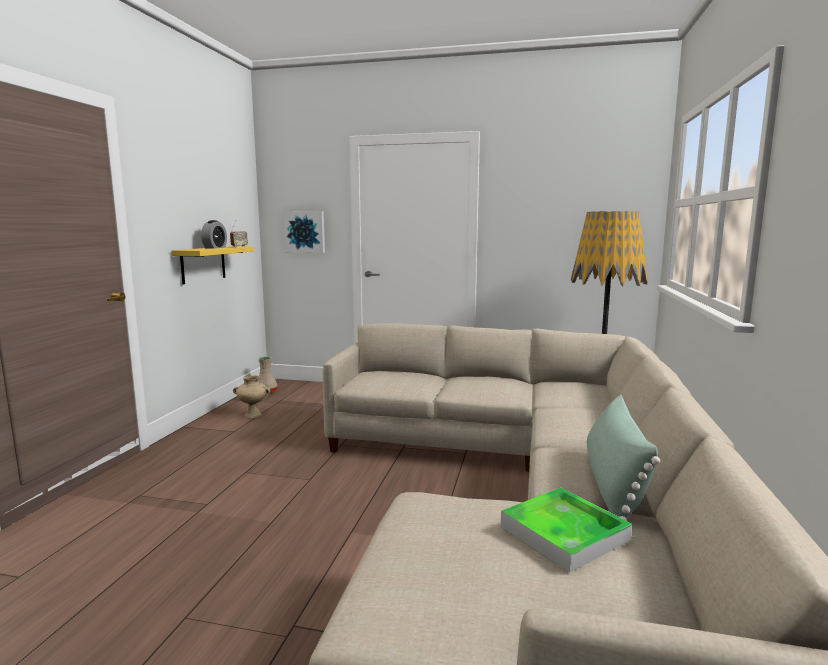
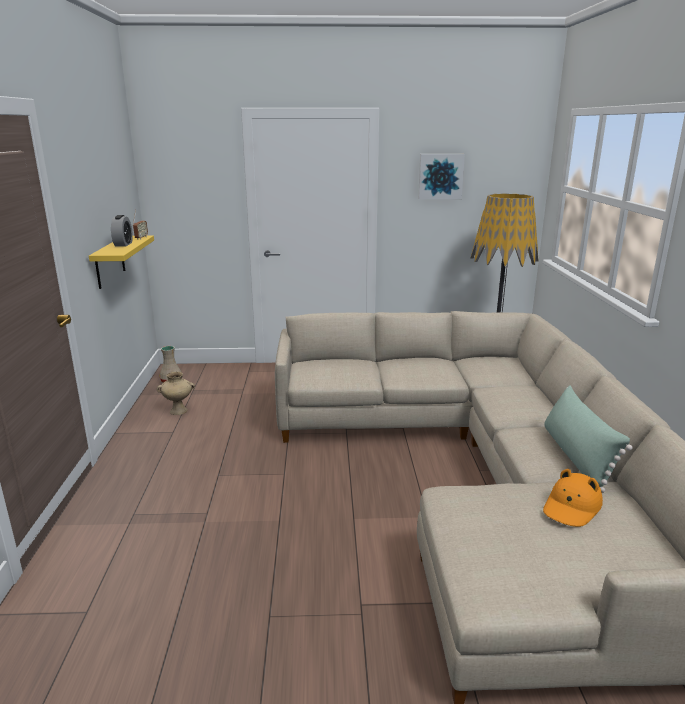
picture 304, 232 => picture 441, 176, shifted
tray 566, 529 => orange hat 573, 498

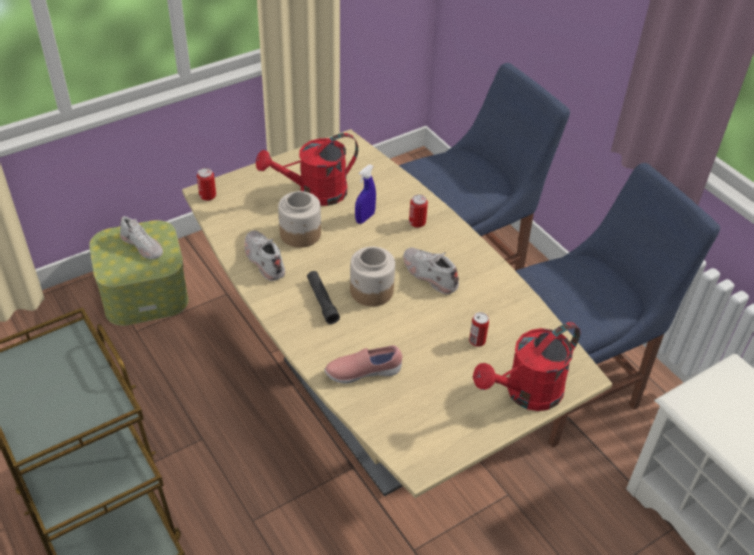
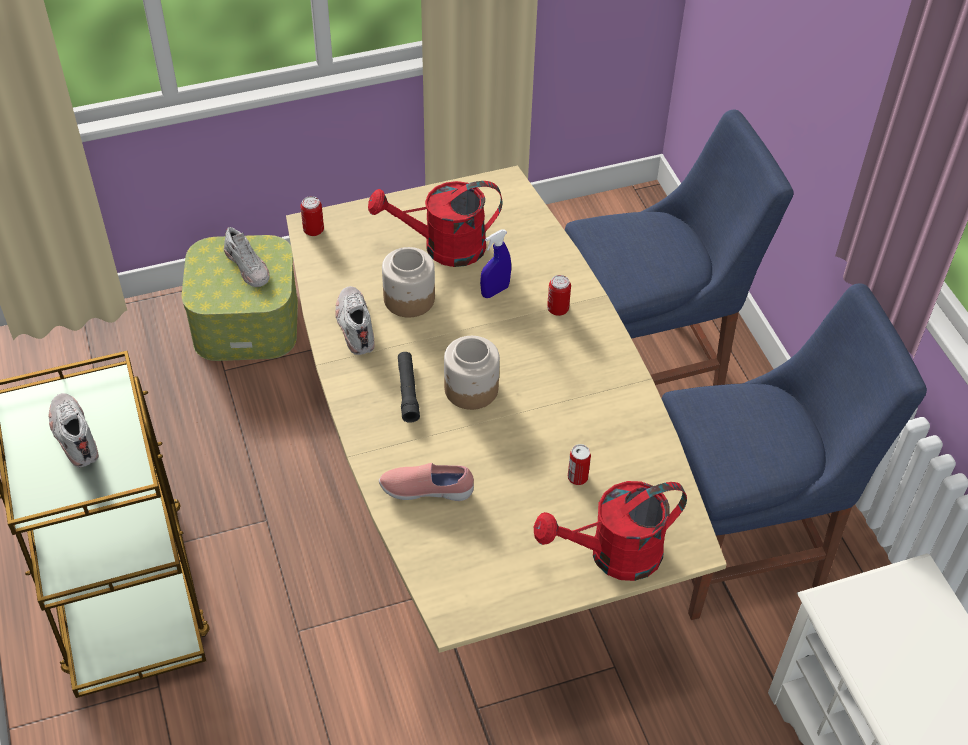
white shoe 431, 271 => white shoe 73, 430, shifted

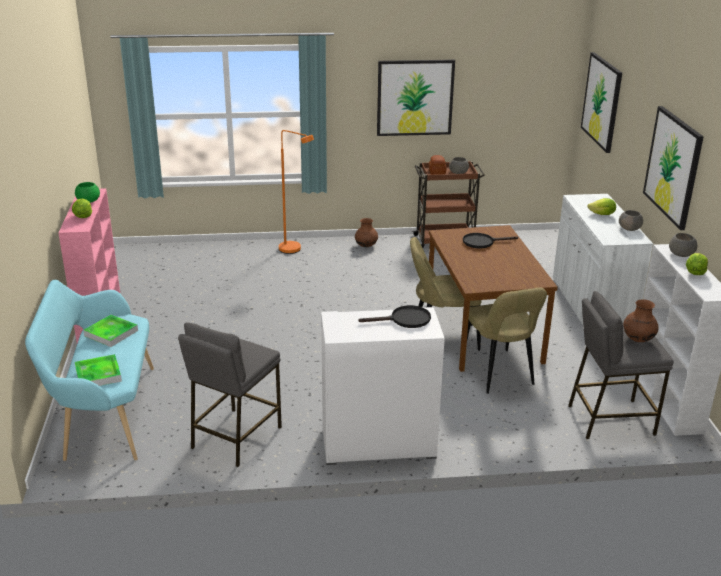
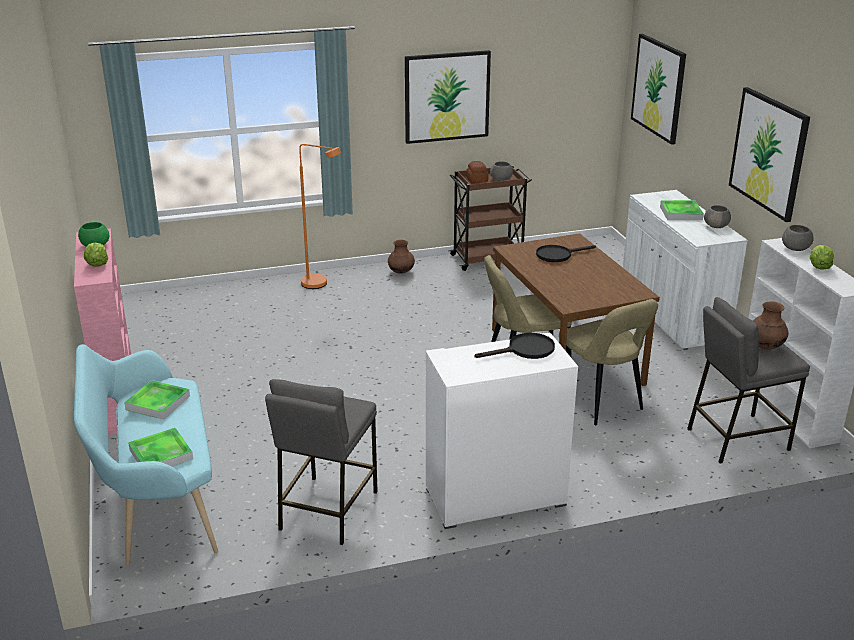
lettuce 601, 206 => tray 682, 210

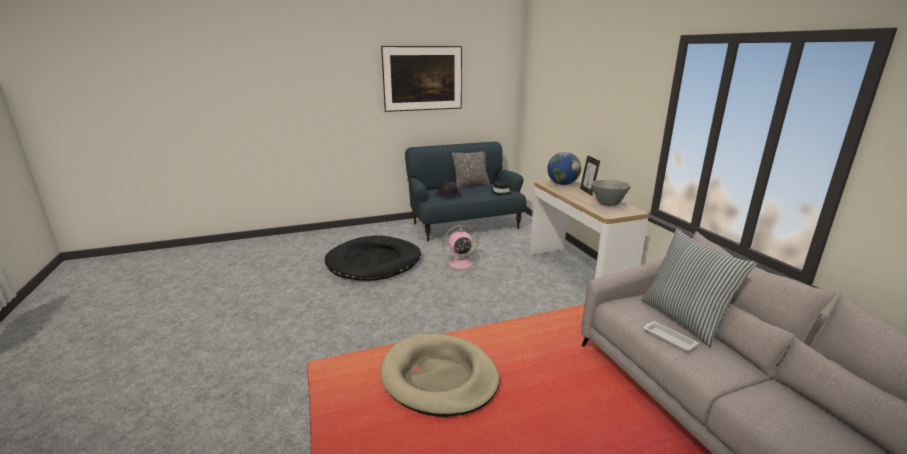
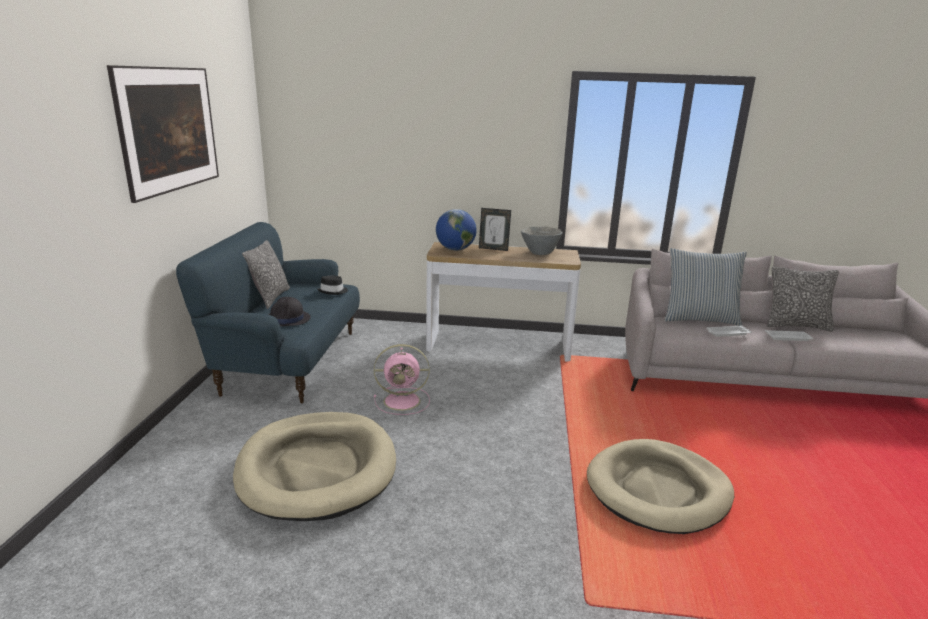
nothing => white tray 789, 335
nothing => pillow 802, 299
black dog bed 373, 258 => beige dog bed 314, 466
pink fan 461, 249 => pink fan 402, 379, 105 degrees counterclockwise

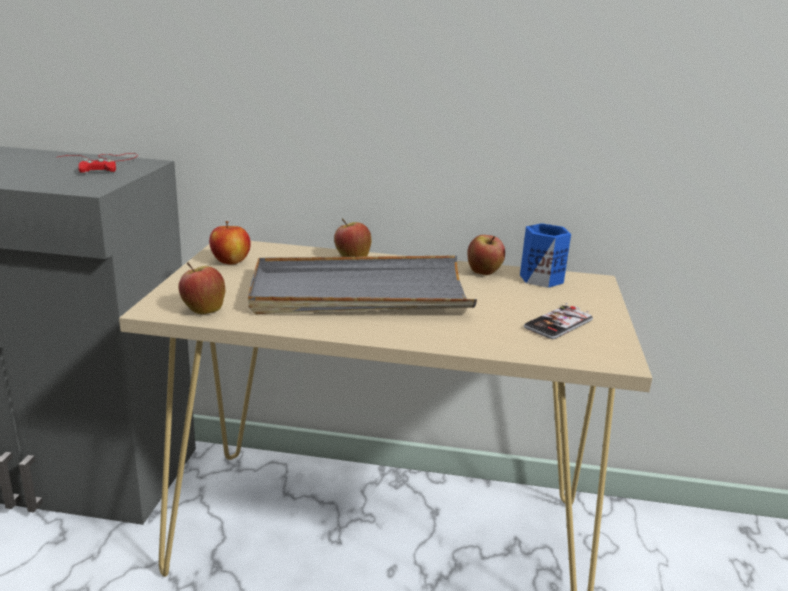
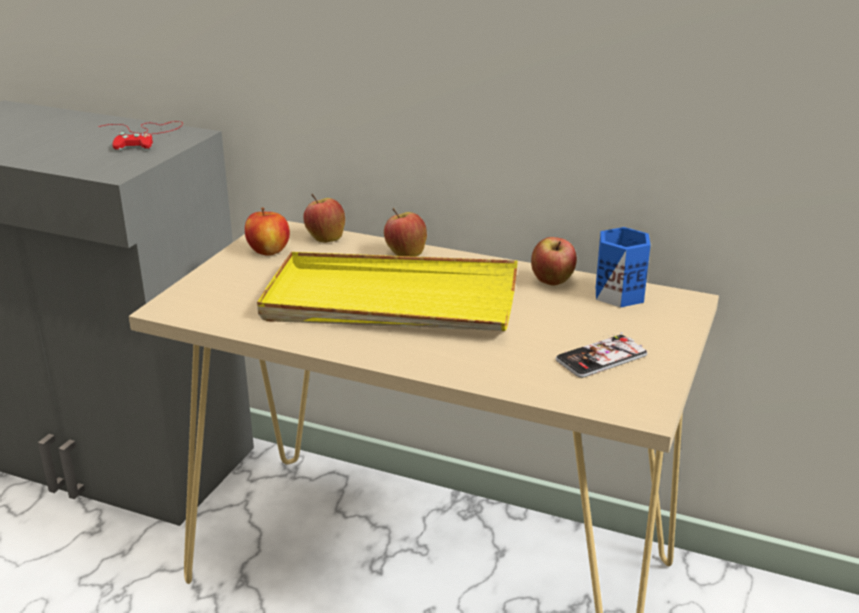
apple 201, 288 => apple 324, 218, shifted
grey tray 362, 285 => yellow tray 387, 291

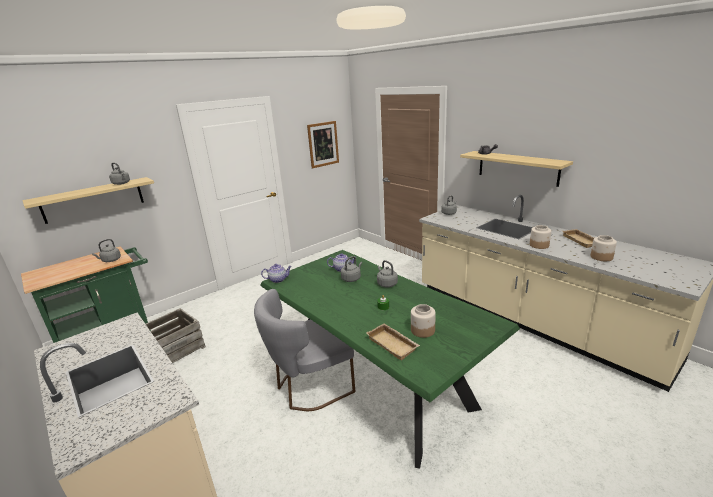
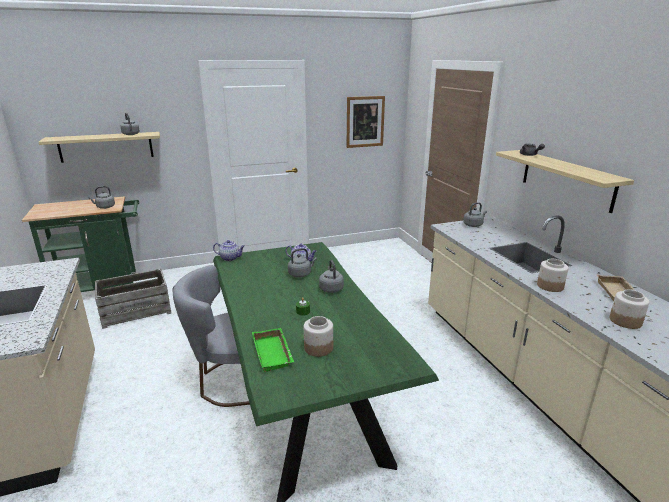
beige tray 393, 342 => green tray 273, 350

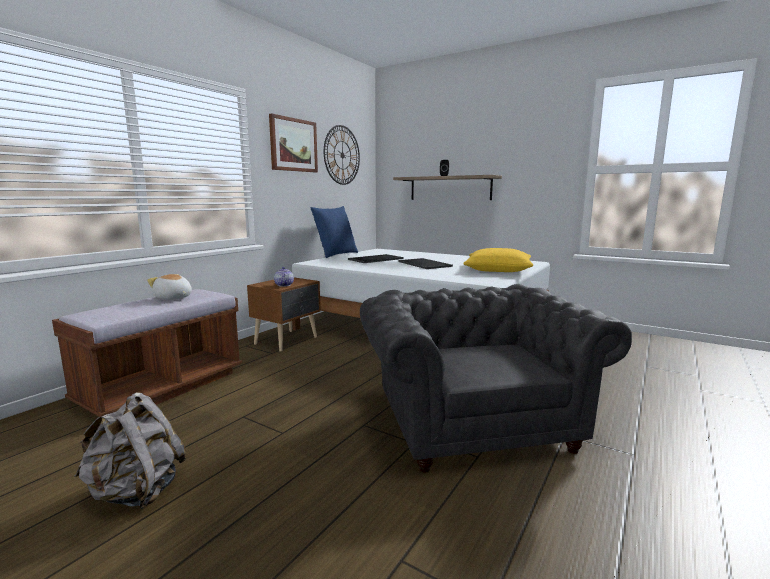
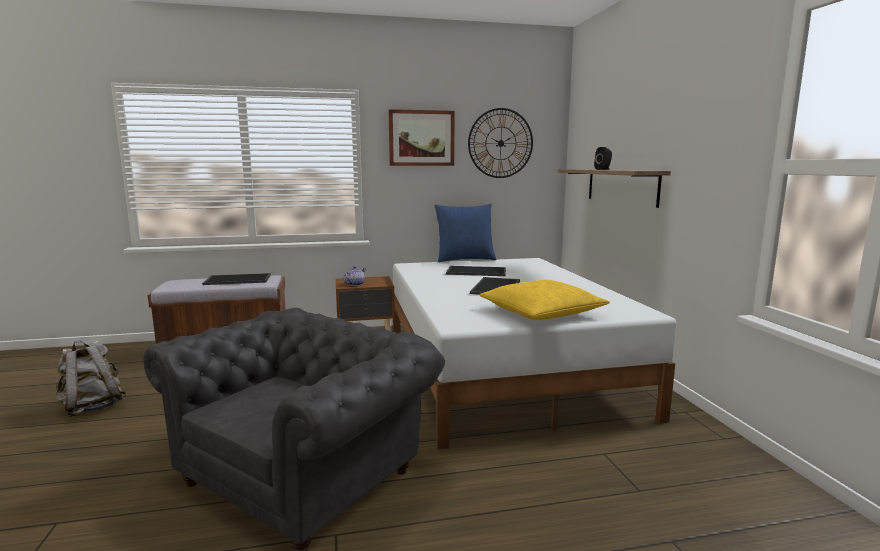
plush toy 169, 287 => tray 236, 279

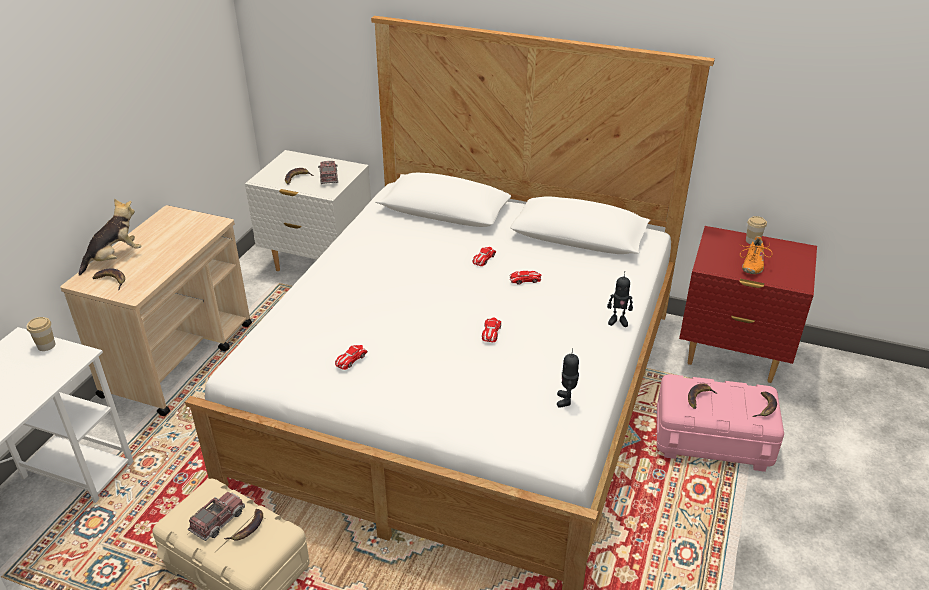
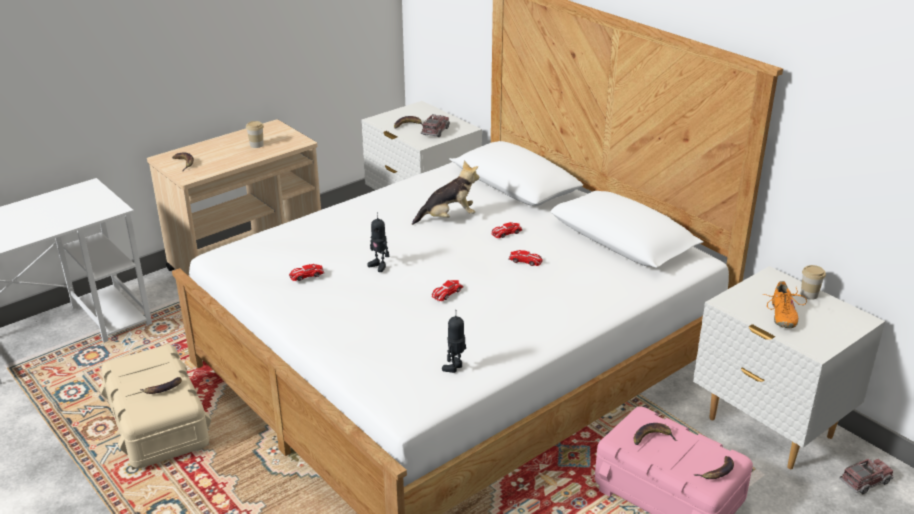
cup 41, 334 => cup 255, 134, shifted
plush toy 110, 237 => plush toy 446, 193, shifted
toy truck 216, 516 => toy truck 866, 476, shifted
toy robot 620, 299 => toy robot 378, 242, shifted
red nightstand 748, 304 => white nightstand 789, 367
orange shoe 756, 255 => orange shoe 784, 304, 45 degrees counterclockwise

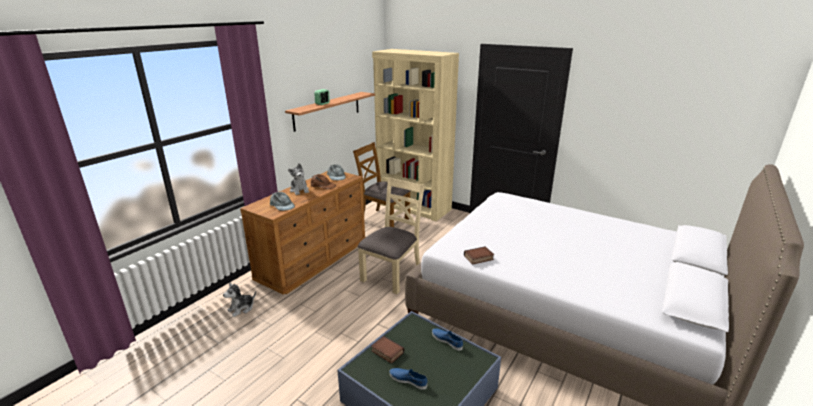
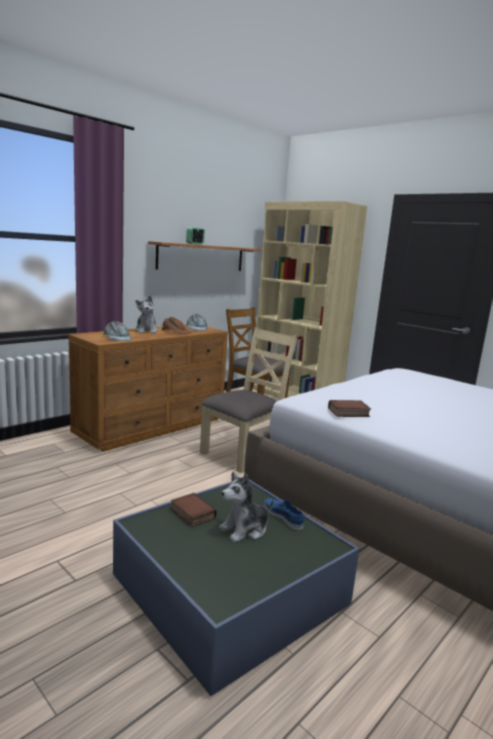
blue shoe 408, 379 => nothing
plush toy 239, 299 => plush toy 246, 507, shifted

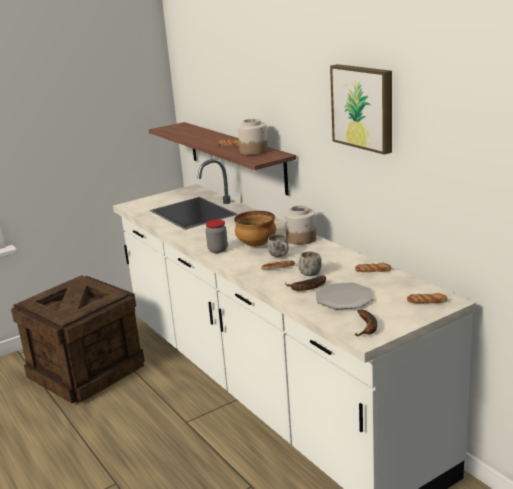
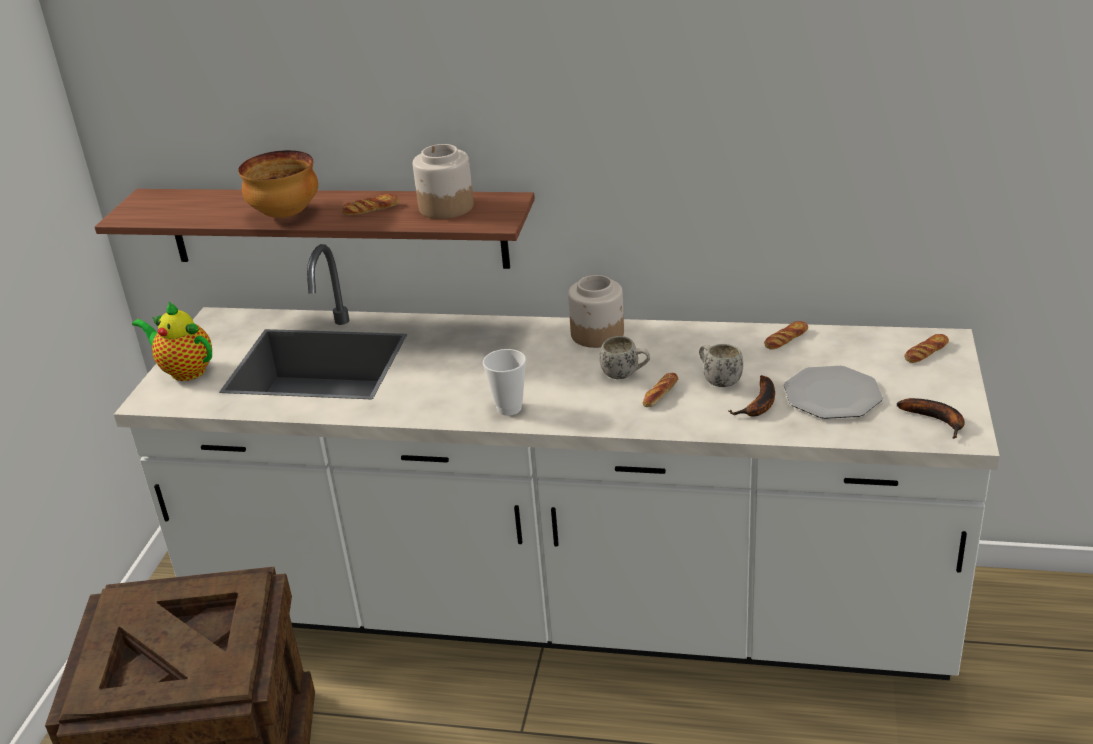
picture 361, 109 => nothing
nothing => teapot 172, 341
bowl 255, 229 => bowl 278, 184, shifted
jar 217, 236 => cup 504, 382

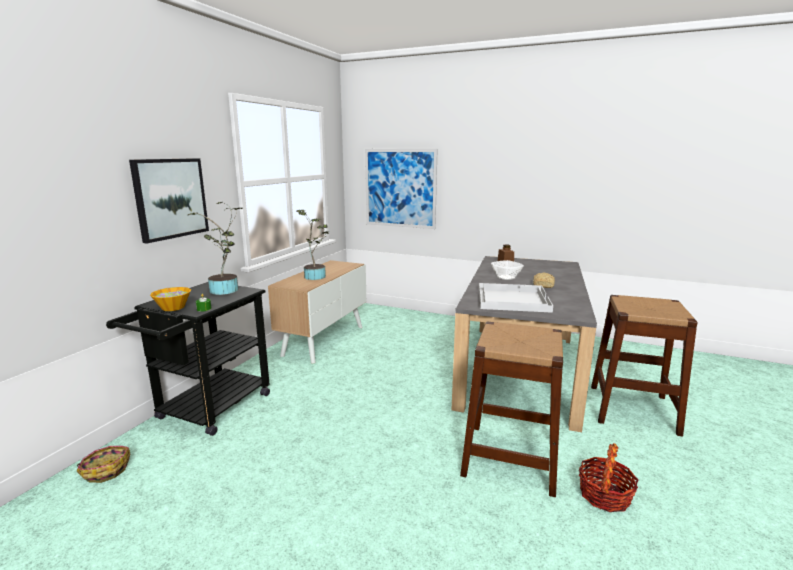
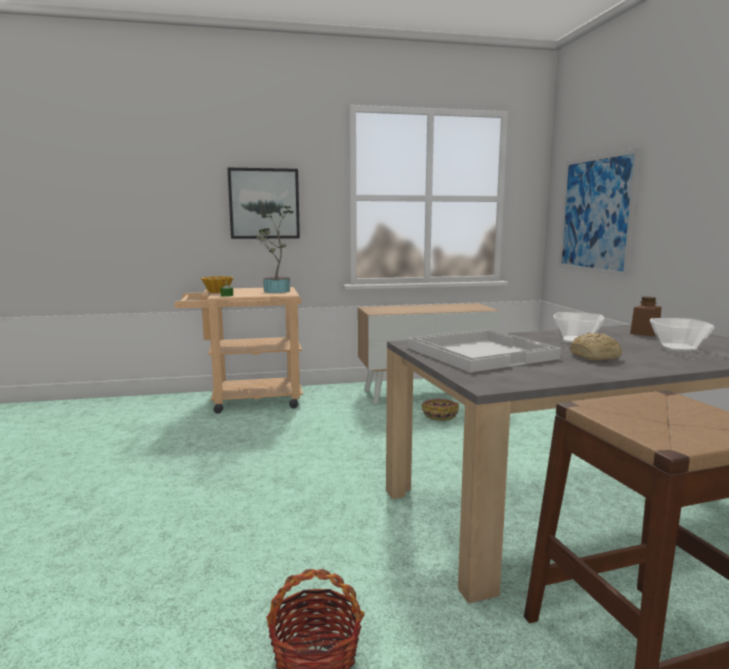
potted plant 312, 245 => nothing
brown stool 511, 409 => nothing
nothing => bowl 682, 334
basket 103, 464 => basket 440, 410, shifted
black cart 188, 359 => beige cart 238, 350

